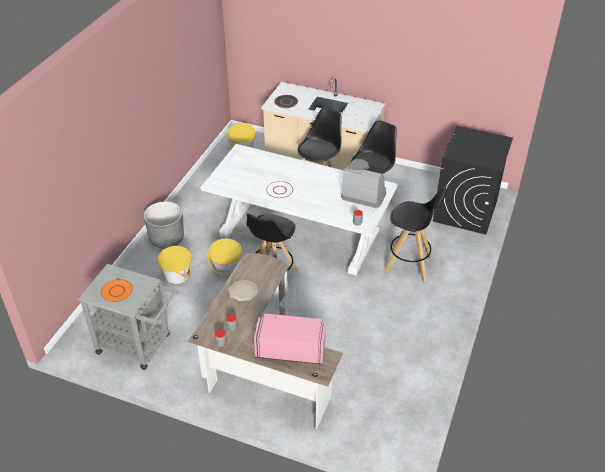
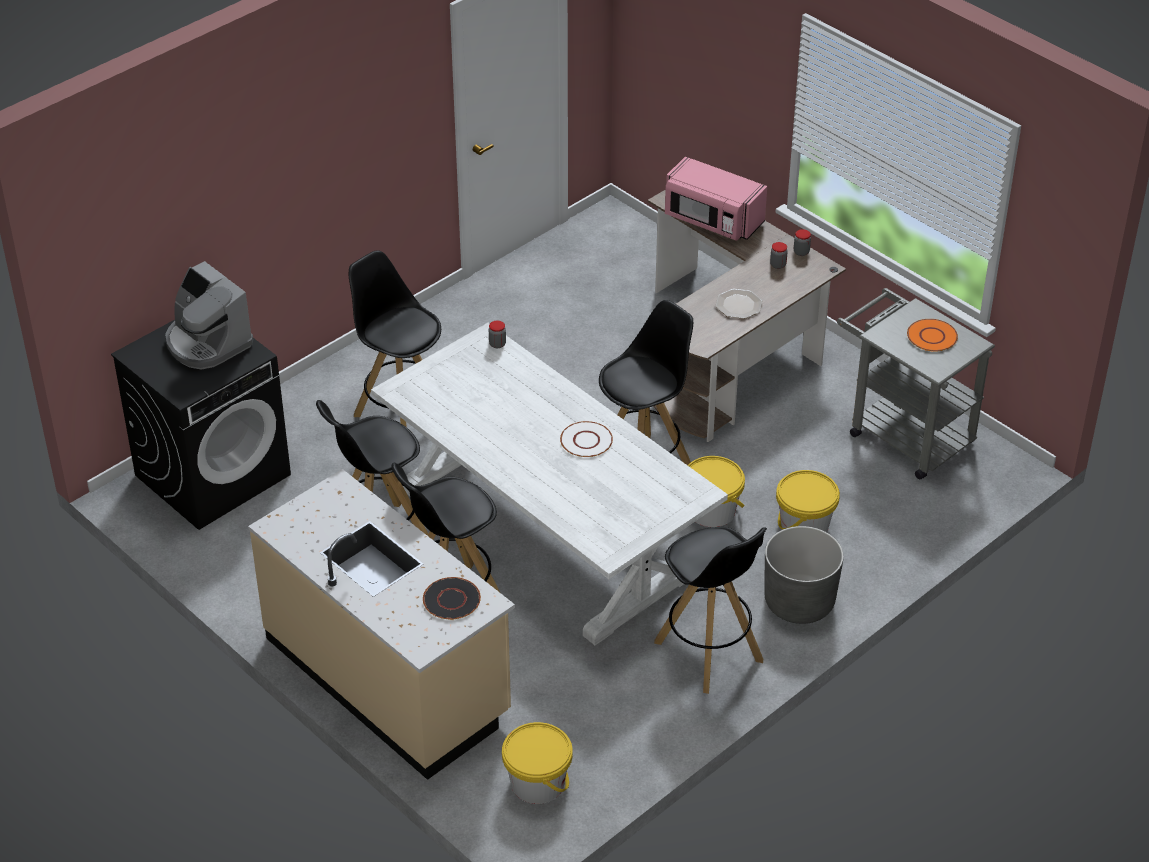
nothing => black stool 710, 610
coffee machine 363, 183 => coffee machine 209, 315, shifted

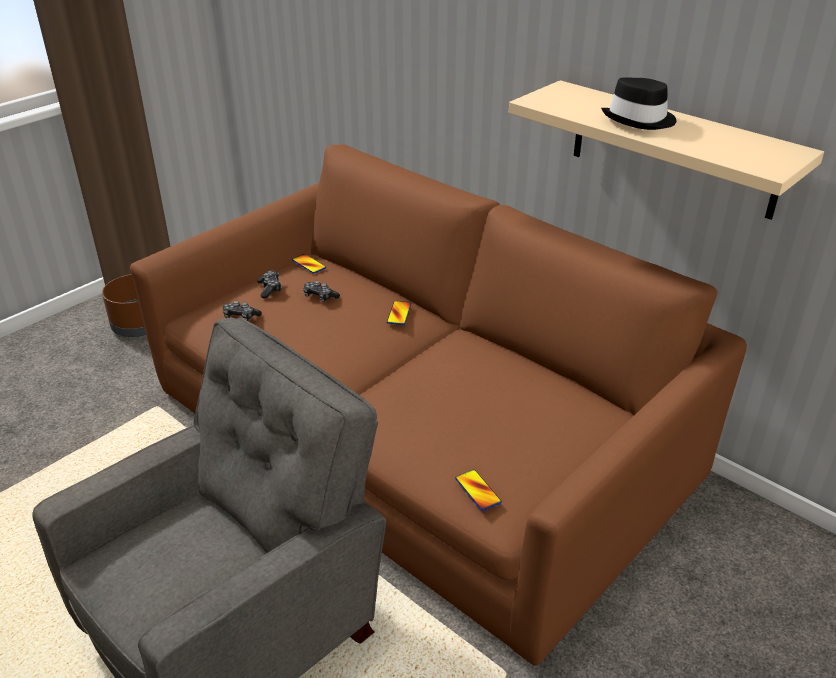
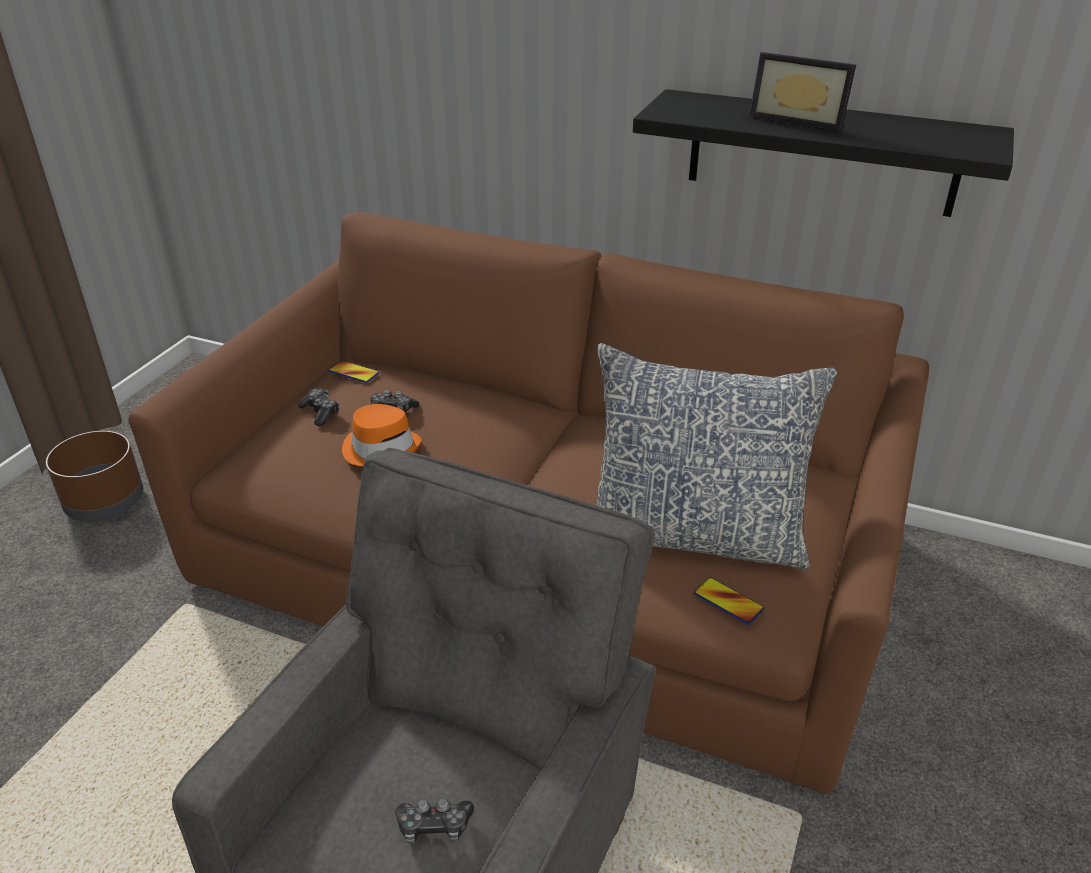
phone 399, 313 => nothing
nothing => orange hat 382, 435
nothing => pillow 716, 456
game controller 242, 311 => game controller 435, 821, shifted
black hat 638, 104 => picture frame 802, 92
beige shelf 666, 150 => black shelf 823, 153

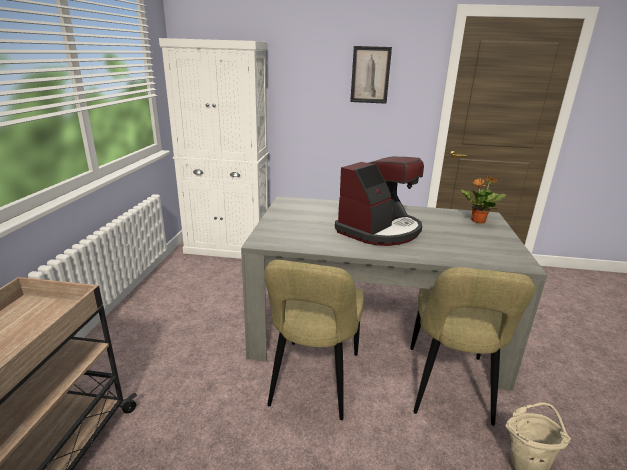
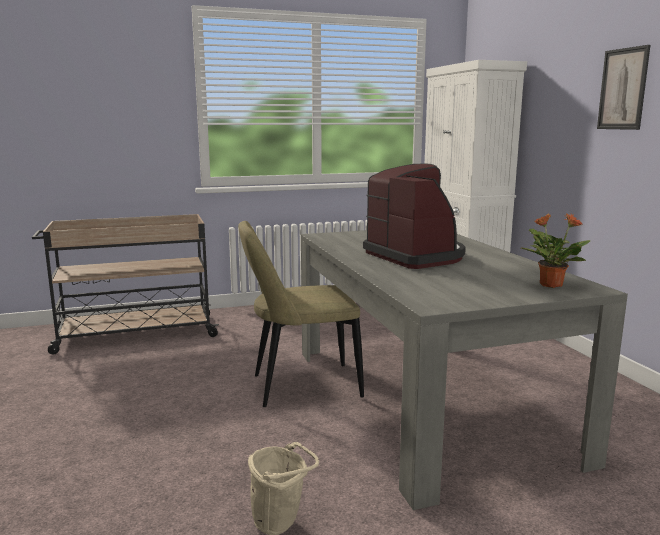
beige chair 472, 346 => nothing
coffee machine 379, 201 => coffee machine 414, 216, 135 degrees counterclockwise

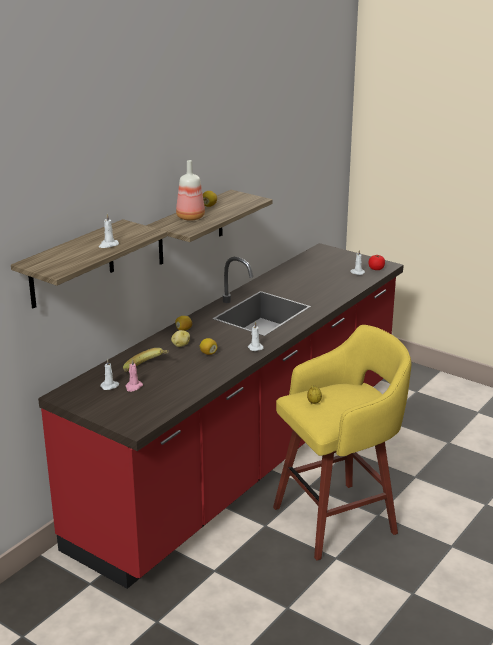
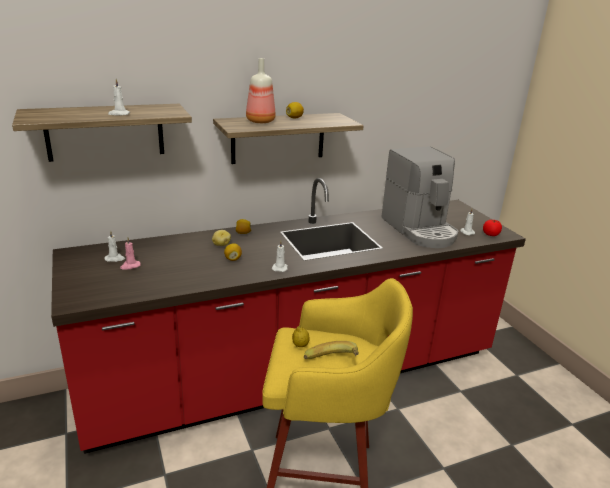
nothing => coffee machine 420, 197
banana 146, 360 => banana 331, 350, shifted

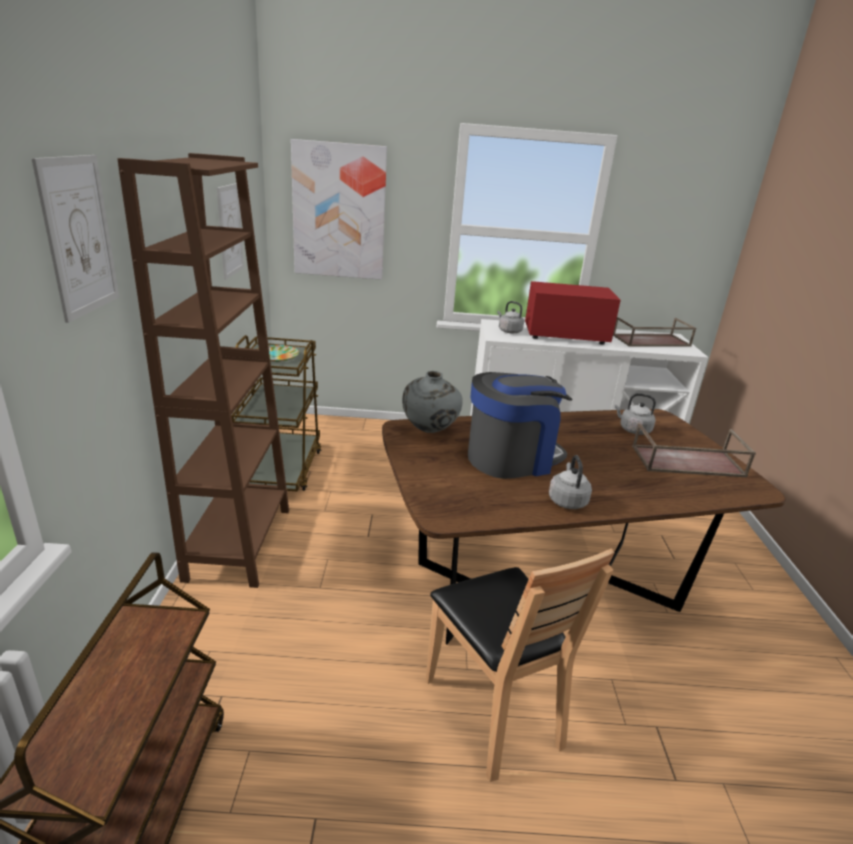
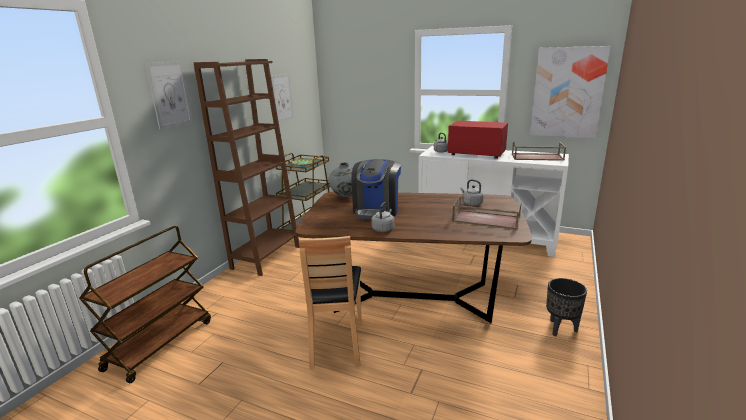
nothing => black planter 566, 307
picture 339, 209 => picture 570, 92, shifted
coffee machine 520, 425 => coffee machine 376, 189, 105 degrees clockwise

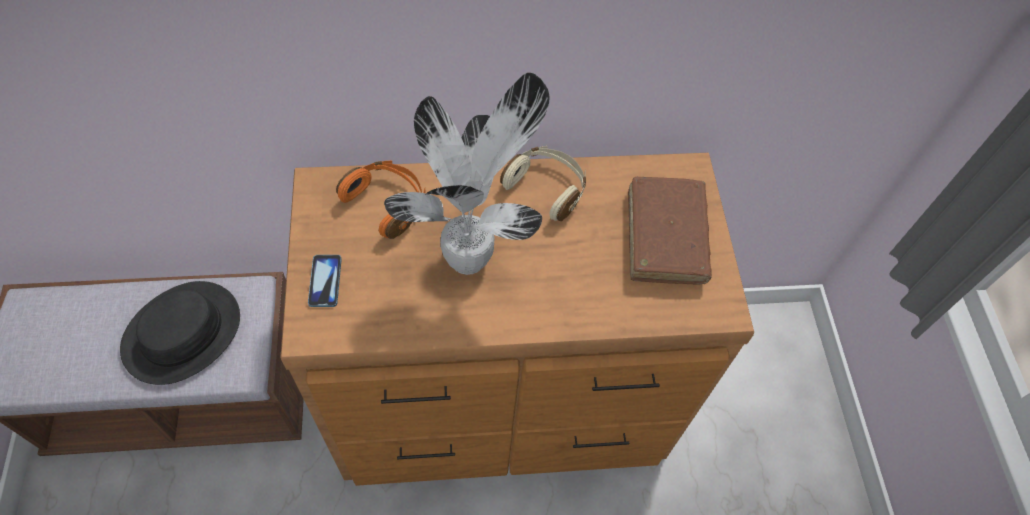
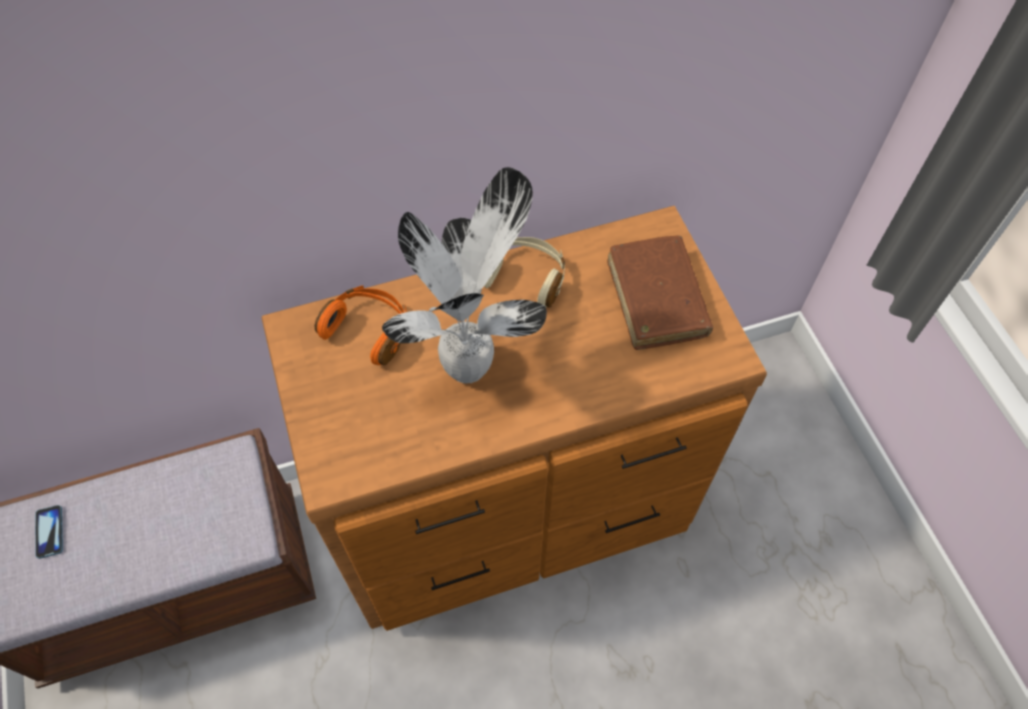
black hat 180, 333 => nothing
phone 325, 281 => phone 49, 532, shifted

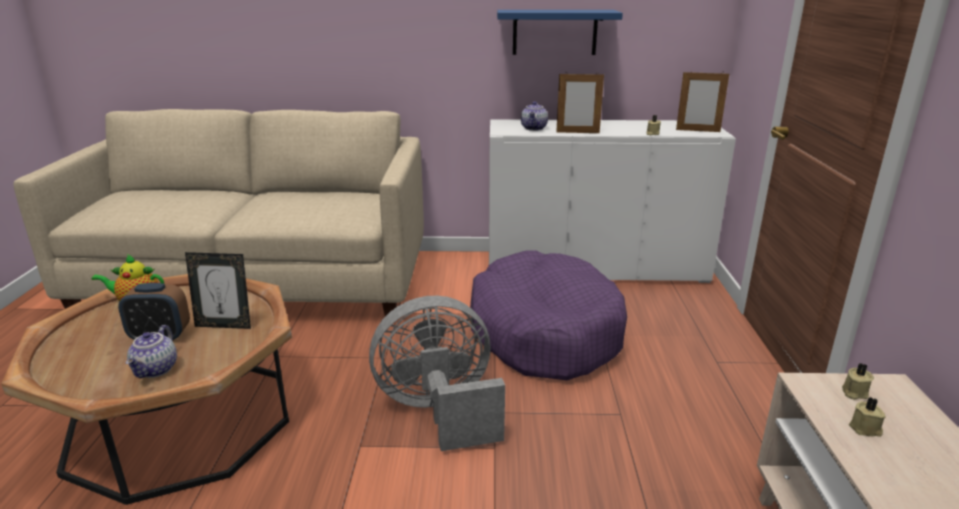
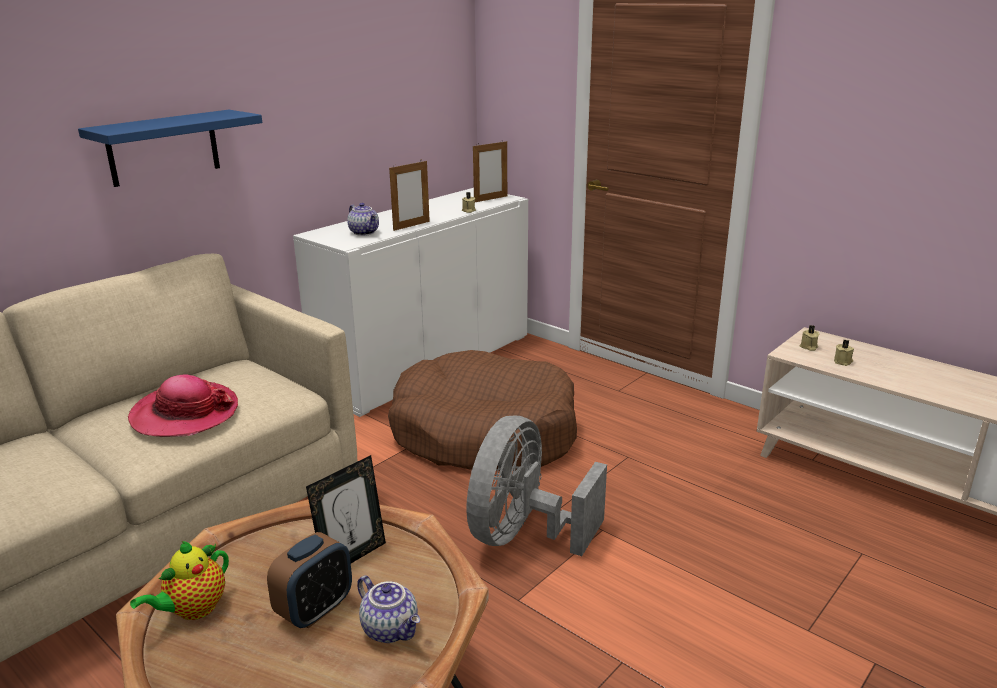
nothing => hat 183, 406
blue shelf 560, 32 => blue shelf 170, 148, shifted
purple dog bed 548, 315 => brown dog bed 482, 410

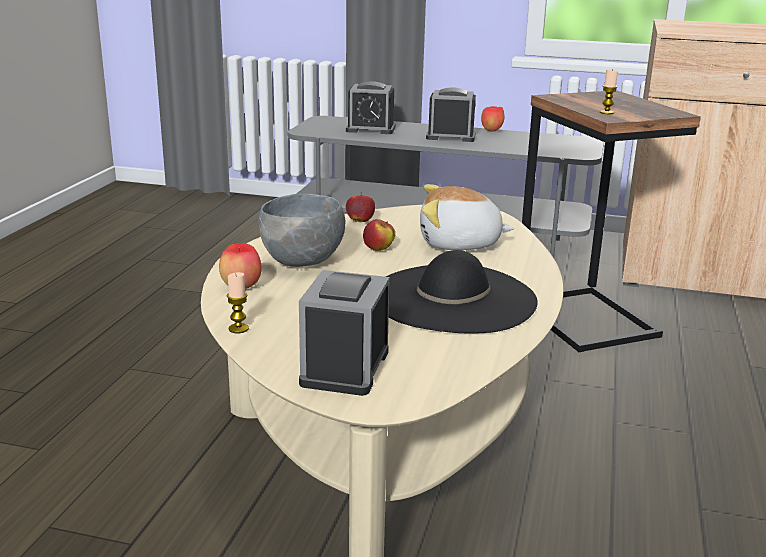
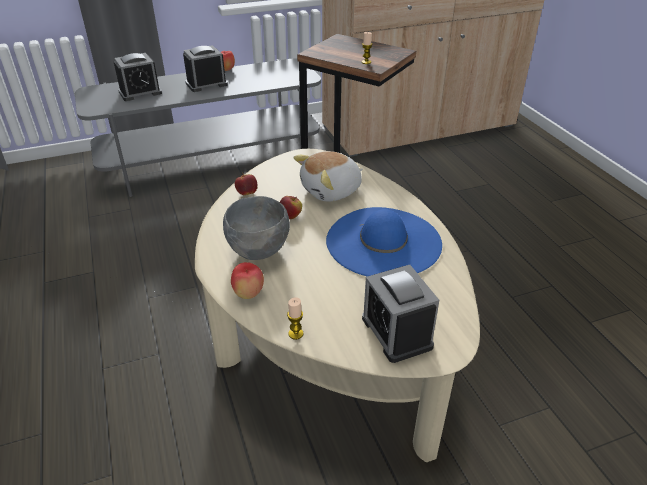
black hat 461, 291 => blue hat 384, 242

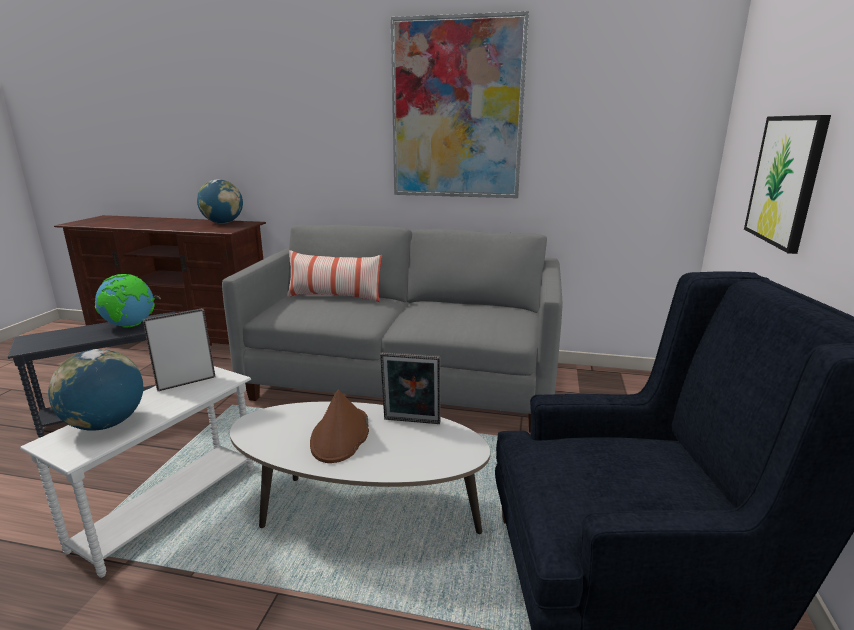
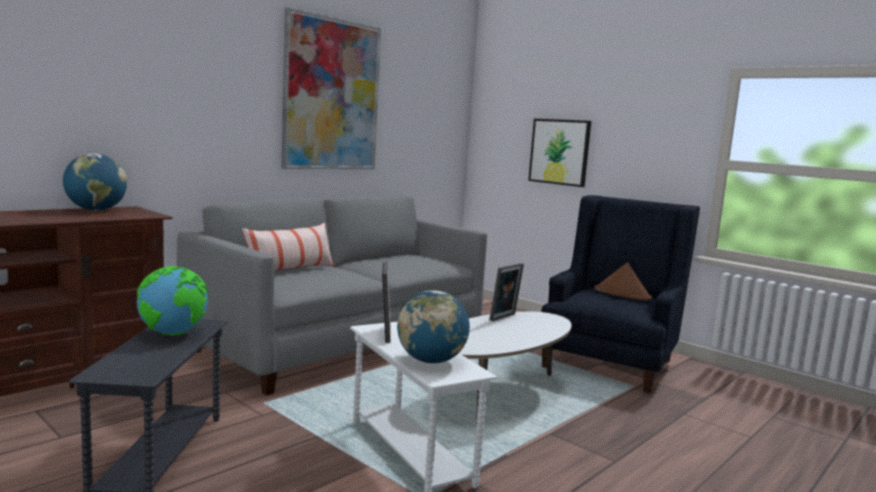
brown hat 339, 426 => brown hat 623, 281, shifted

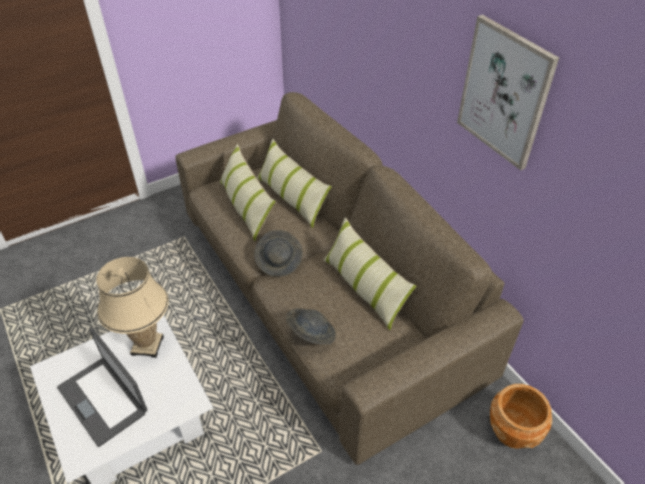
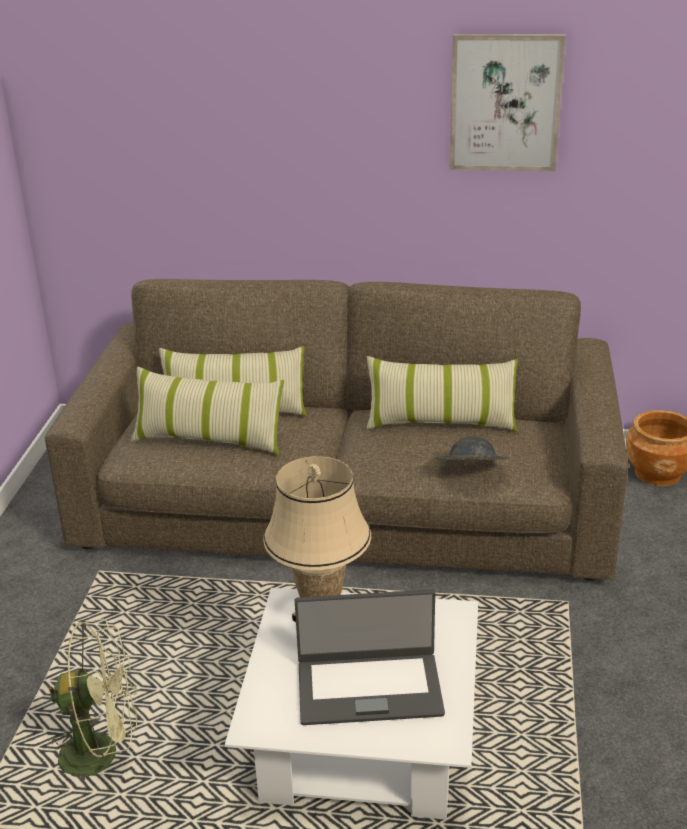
grey hat 278, 253 => nothing
nothing => green fan 93, 700

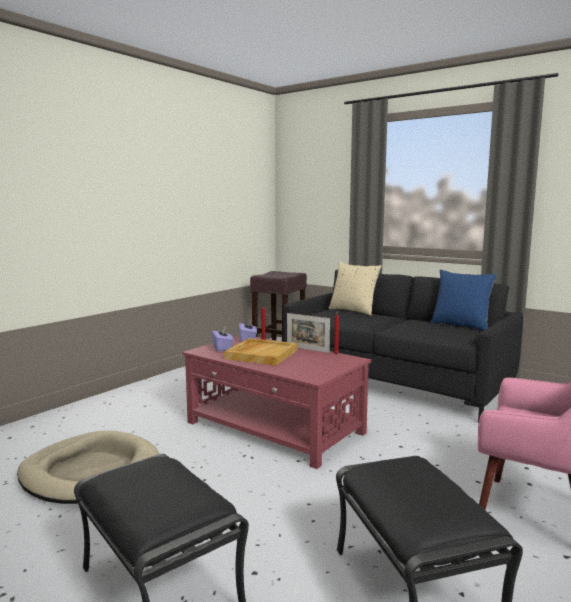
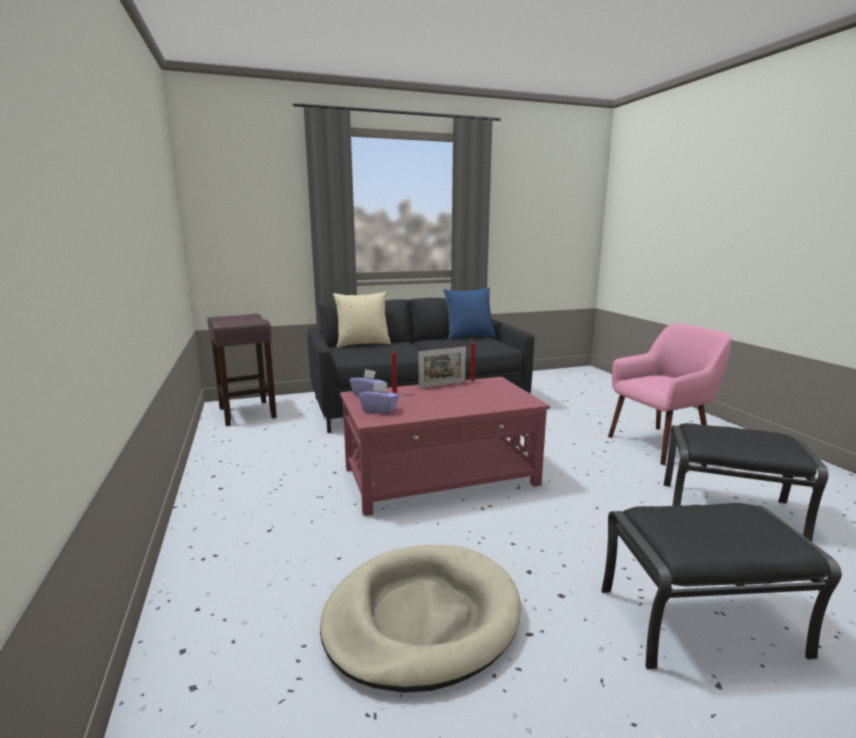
beige tray 260, 352 => nothing

